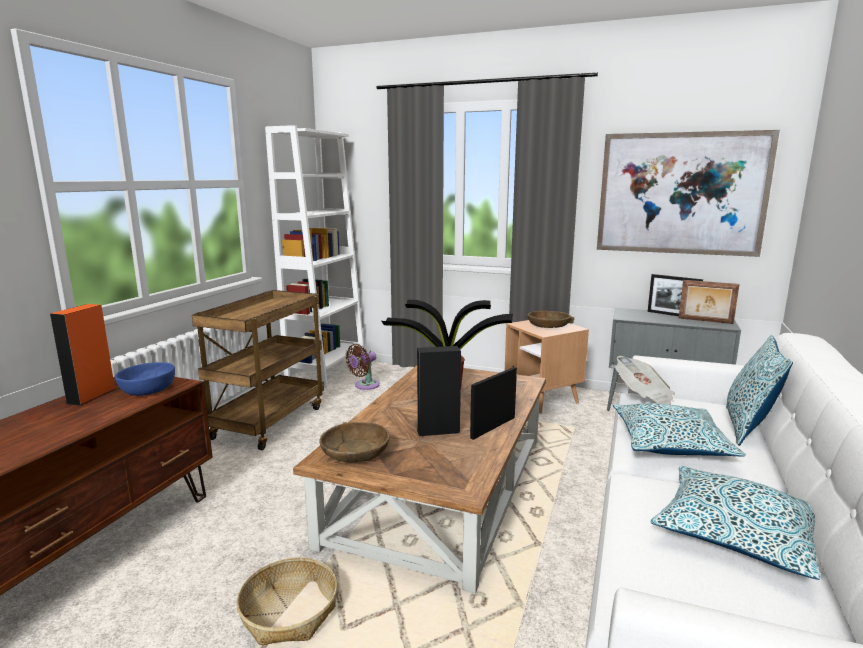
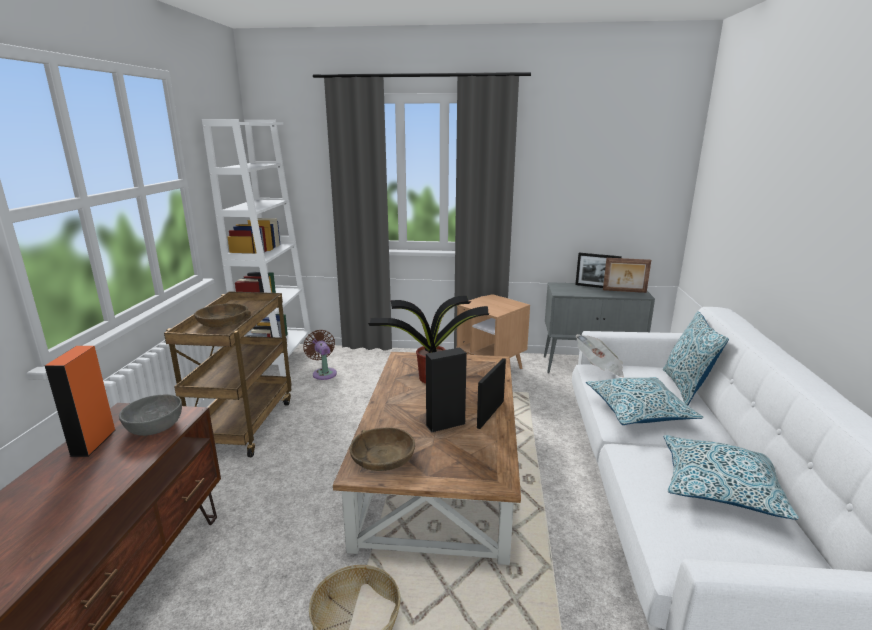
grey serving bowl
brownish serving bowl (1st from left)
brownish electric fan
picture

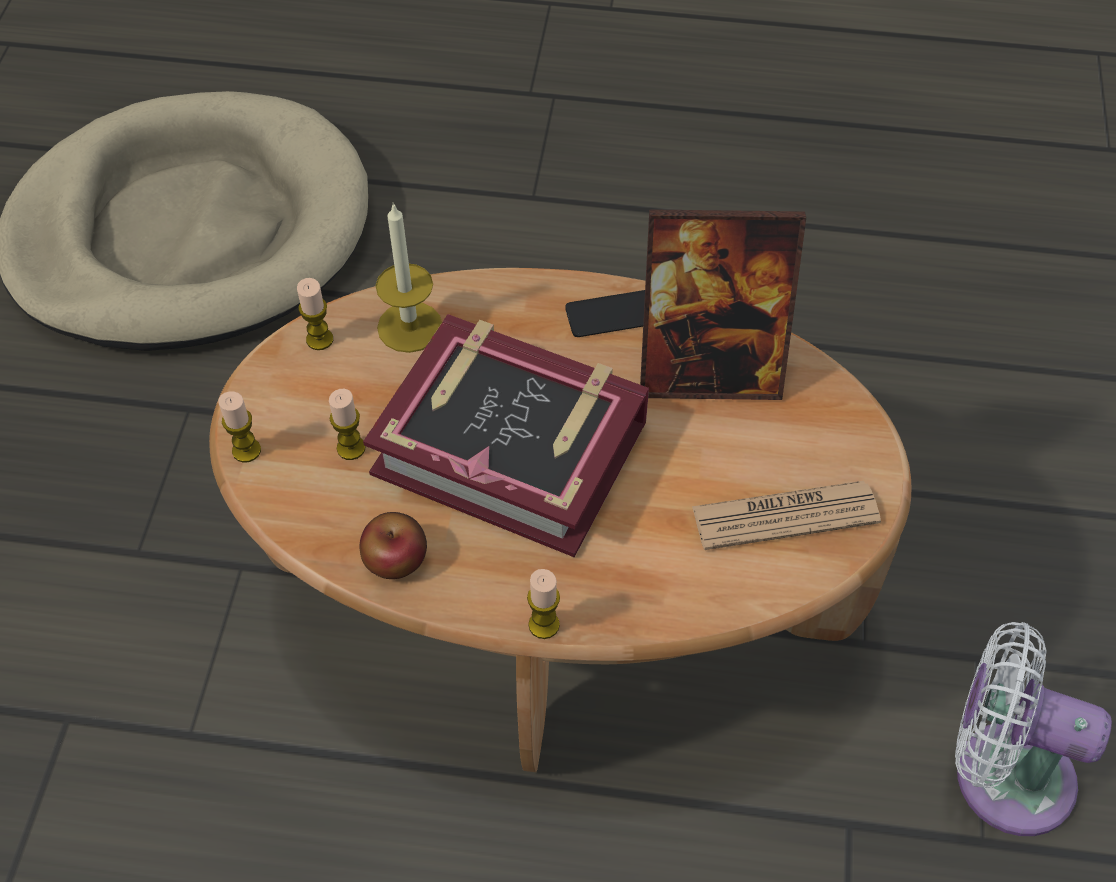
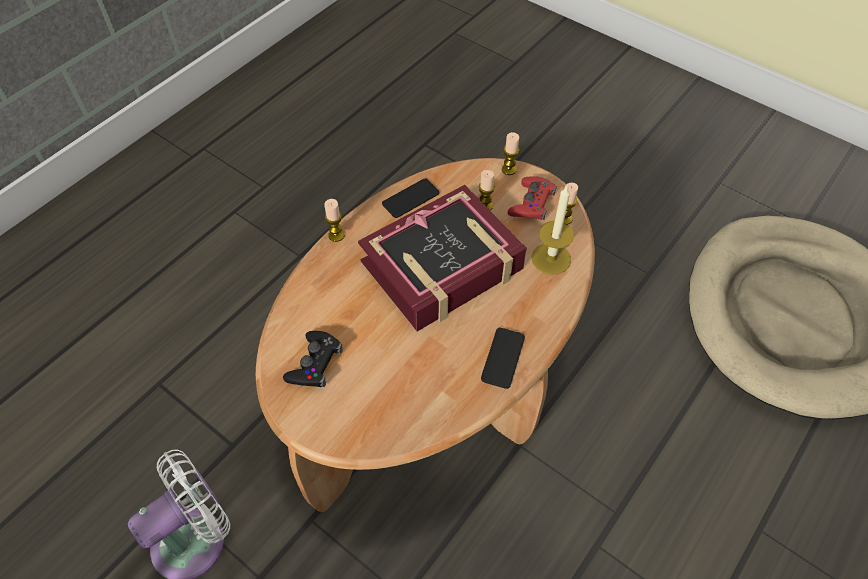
blackish gamepad
phone (1st from left)
reddish gamepad
photo frame

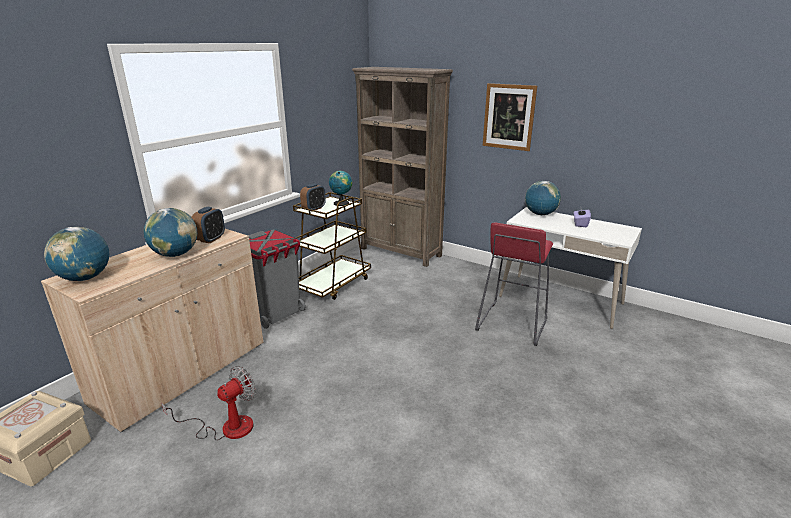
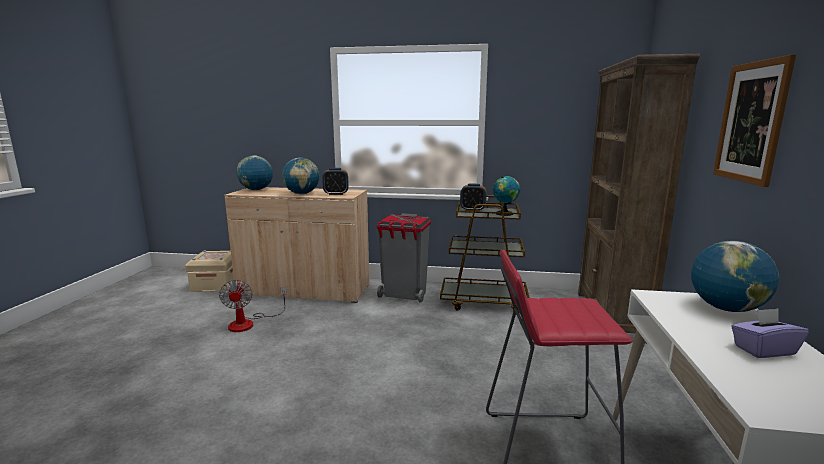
electric fan

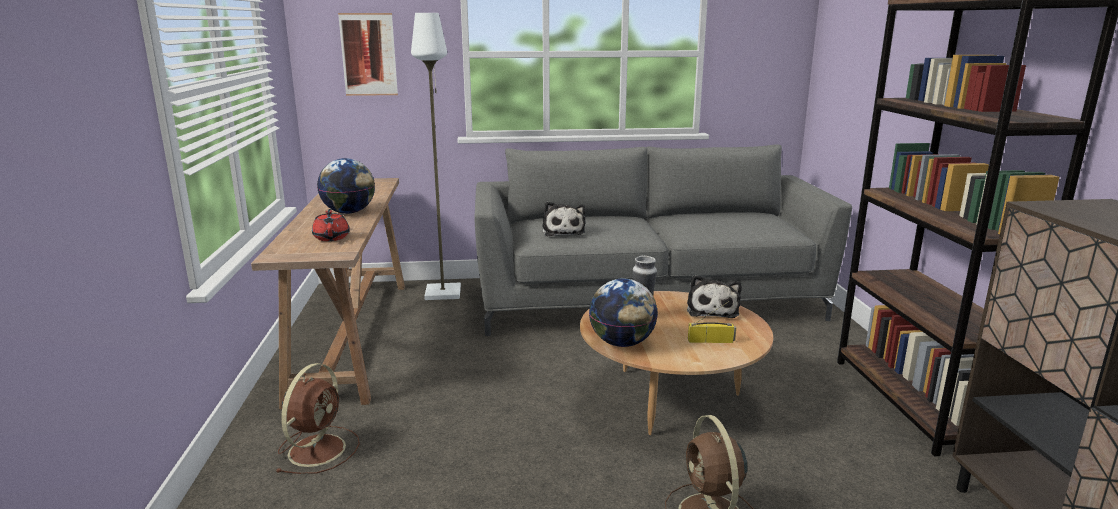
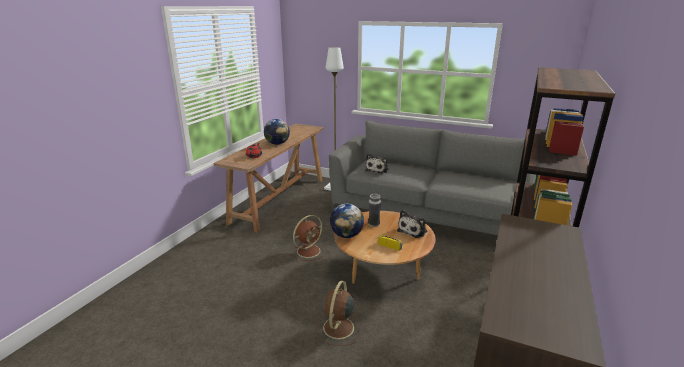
brownish electric fan (1st from left)
picture

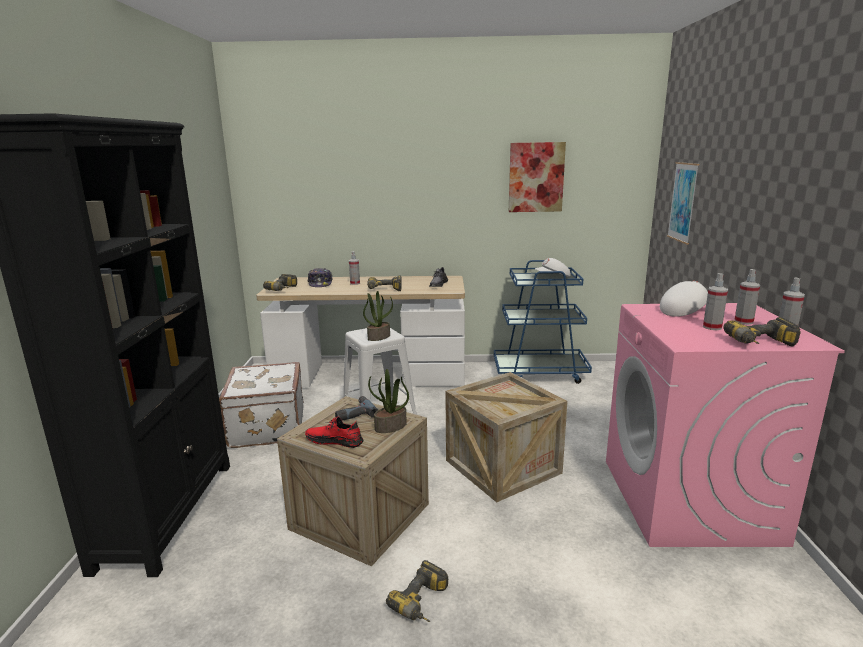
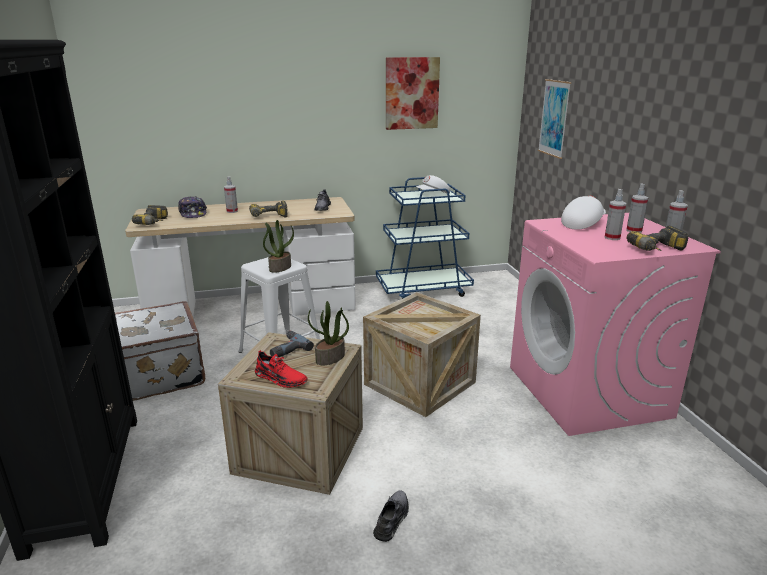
reddish low shoe
grey low shoe (2nd from left)

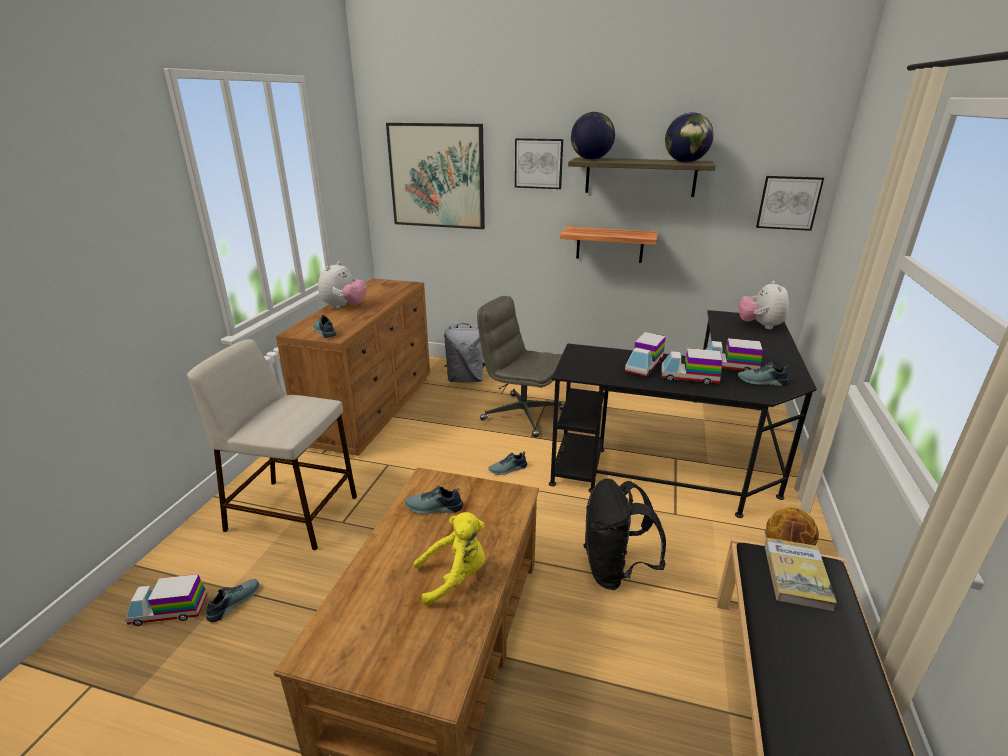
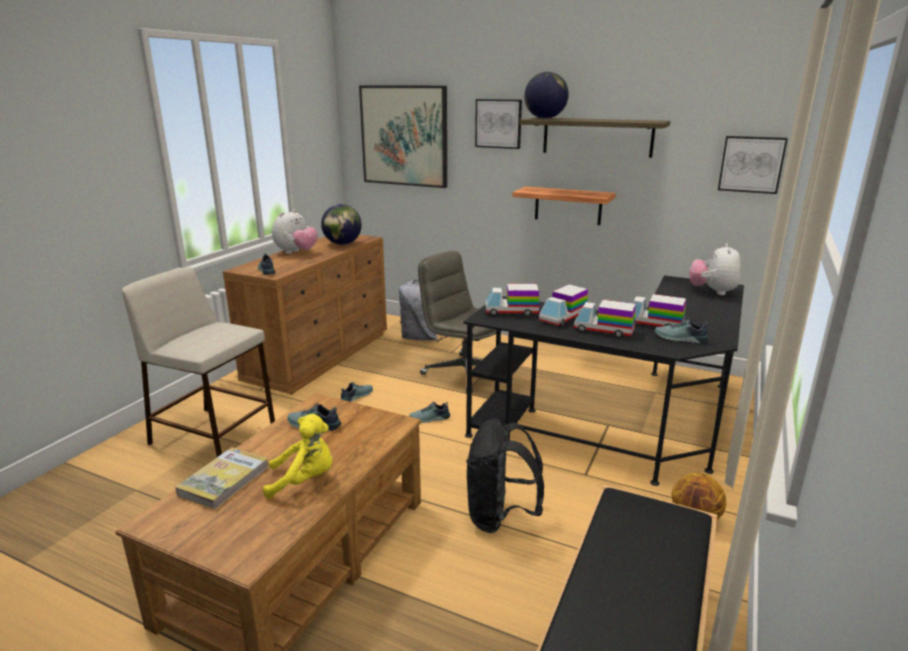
bound book
world globe (1st from left)
low shoe (3rd from left)
toy truck (1st from left)

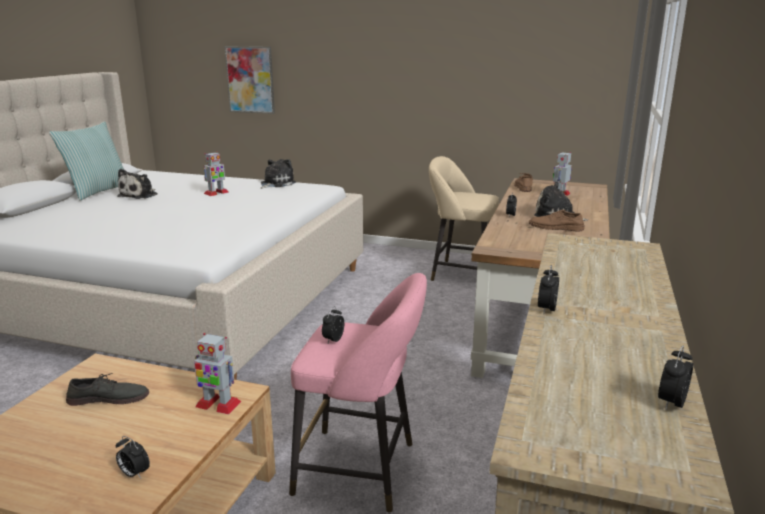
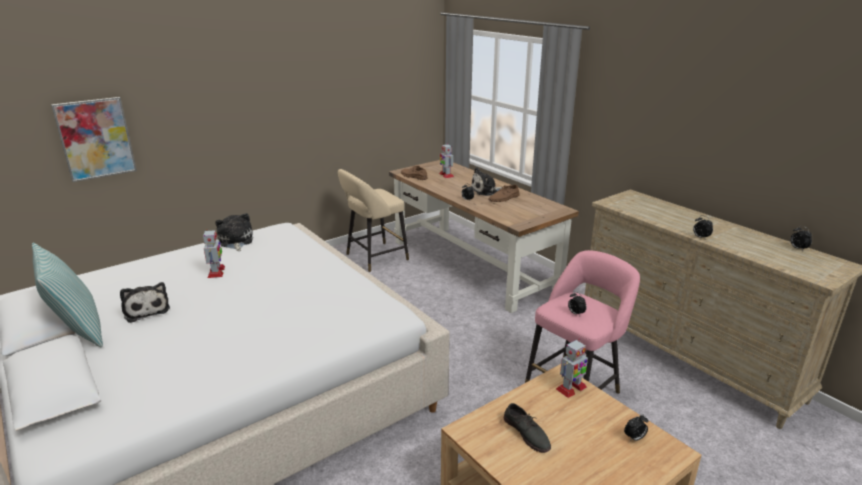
grey low shoe

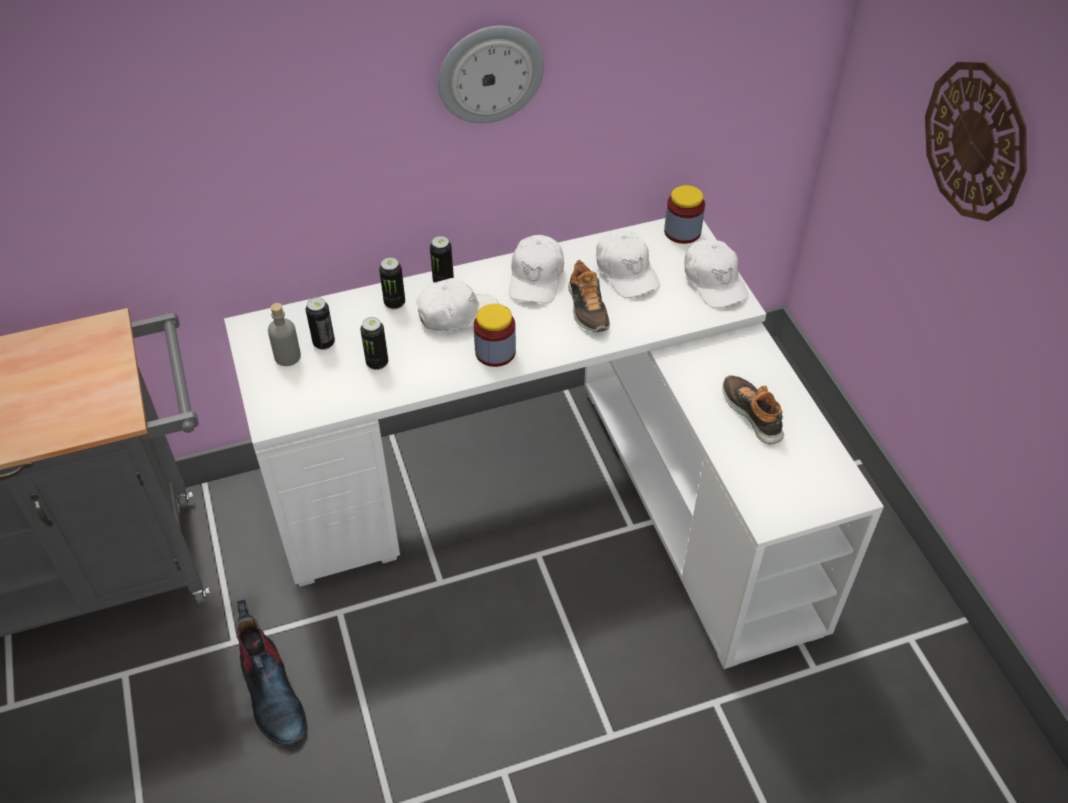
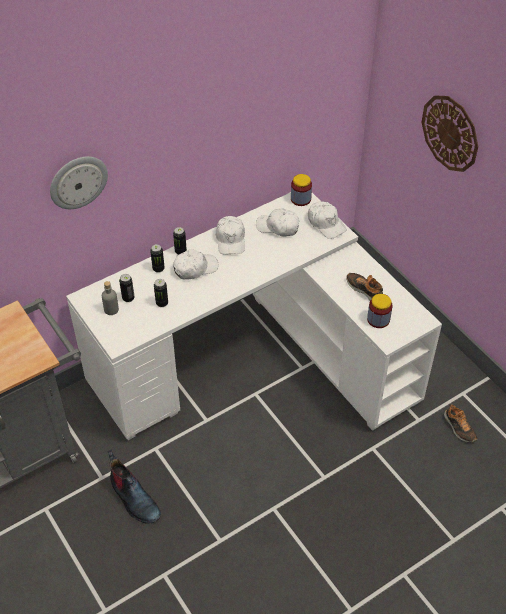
hanging clock (1st from left)
whitish cap (3rd from left)
jar (2nd from left)
low shoe (2nd from left)

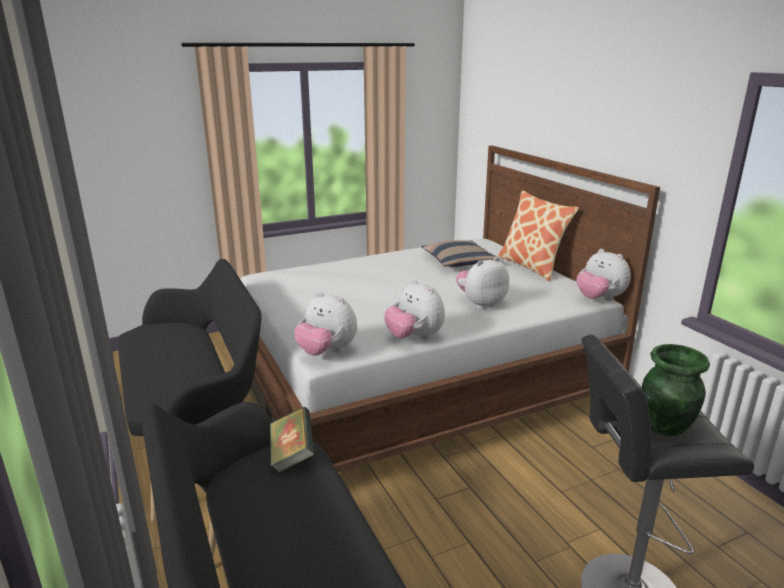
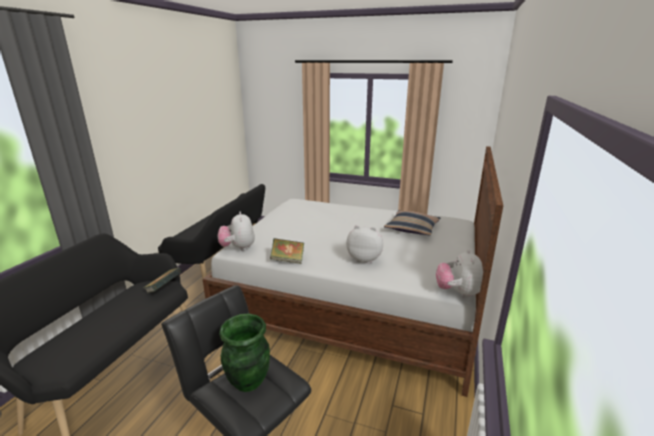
bound book (2nd from left)
cushion (2nd from left in the first image)

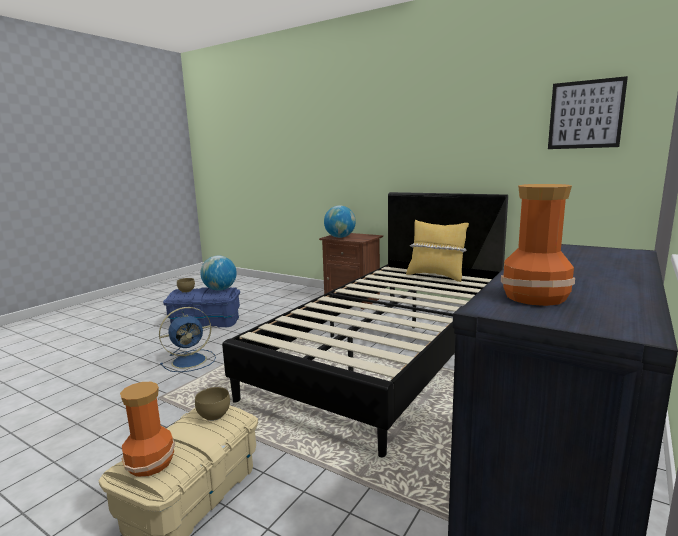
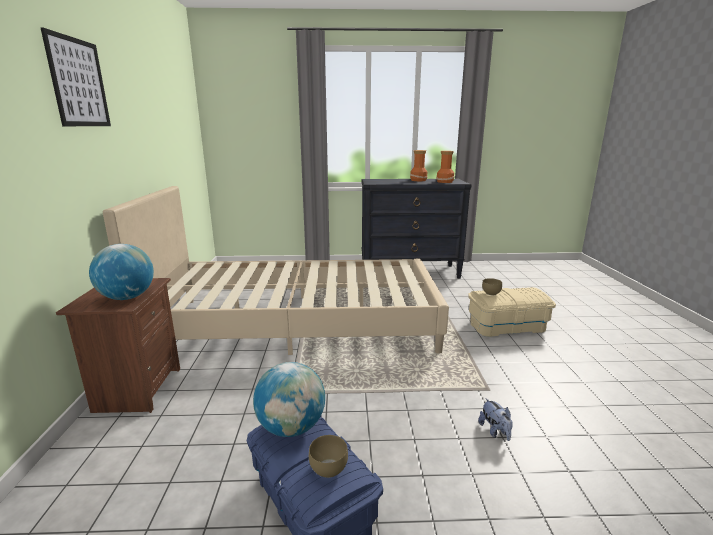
picture
beige sleeping bed
flower vase (1st from left)
cuddly toy
blue electric fan
yellowish cushion

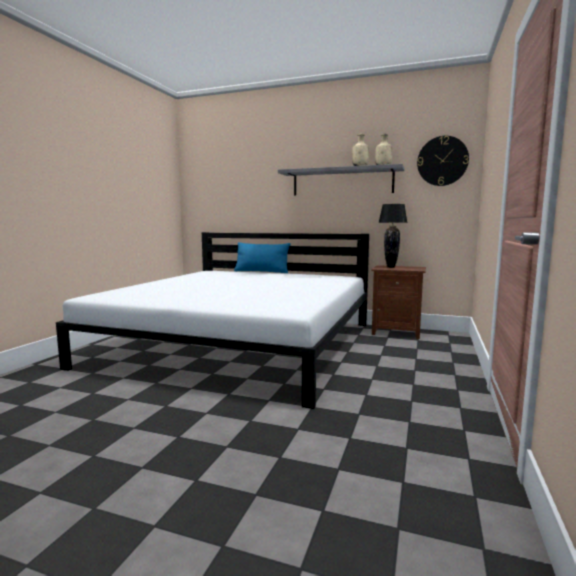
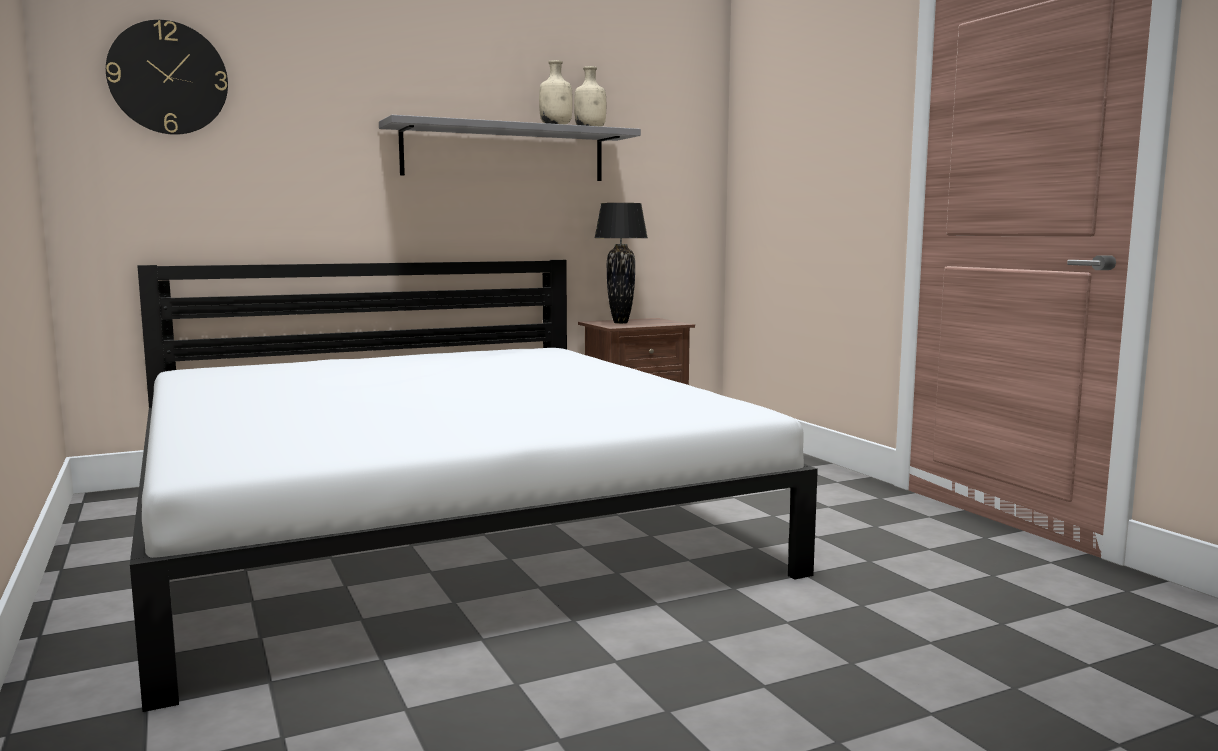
hanging clock
blue cushion

